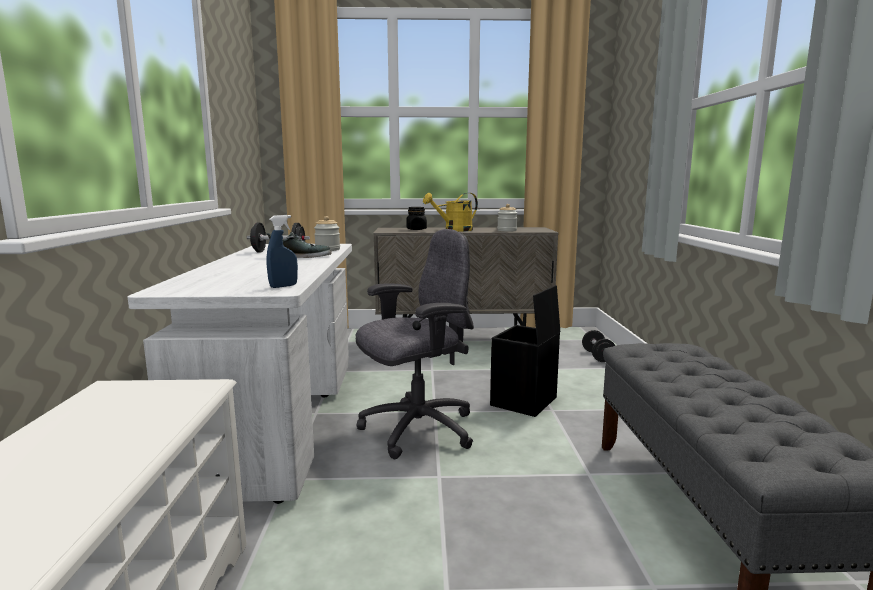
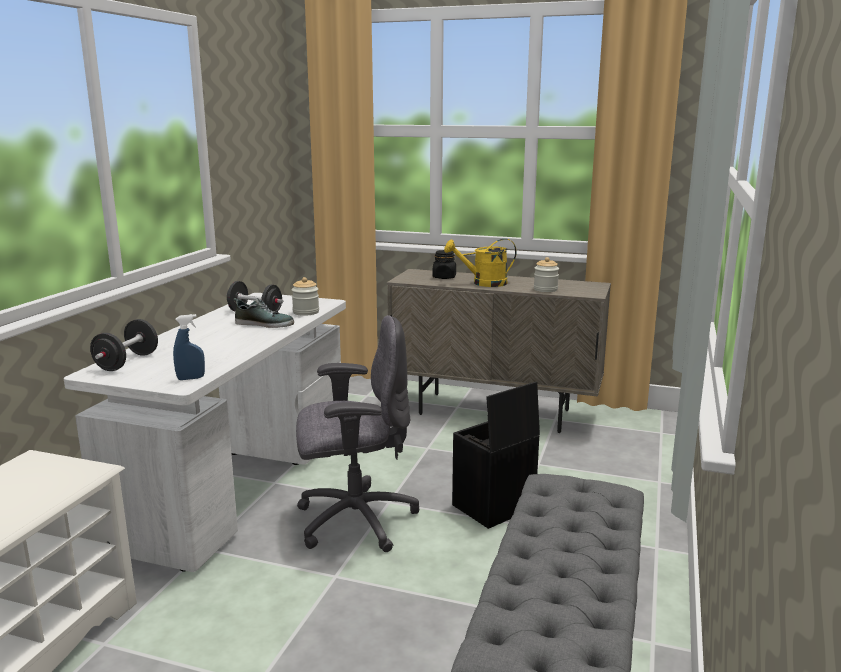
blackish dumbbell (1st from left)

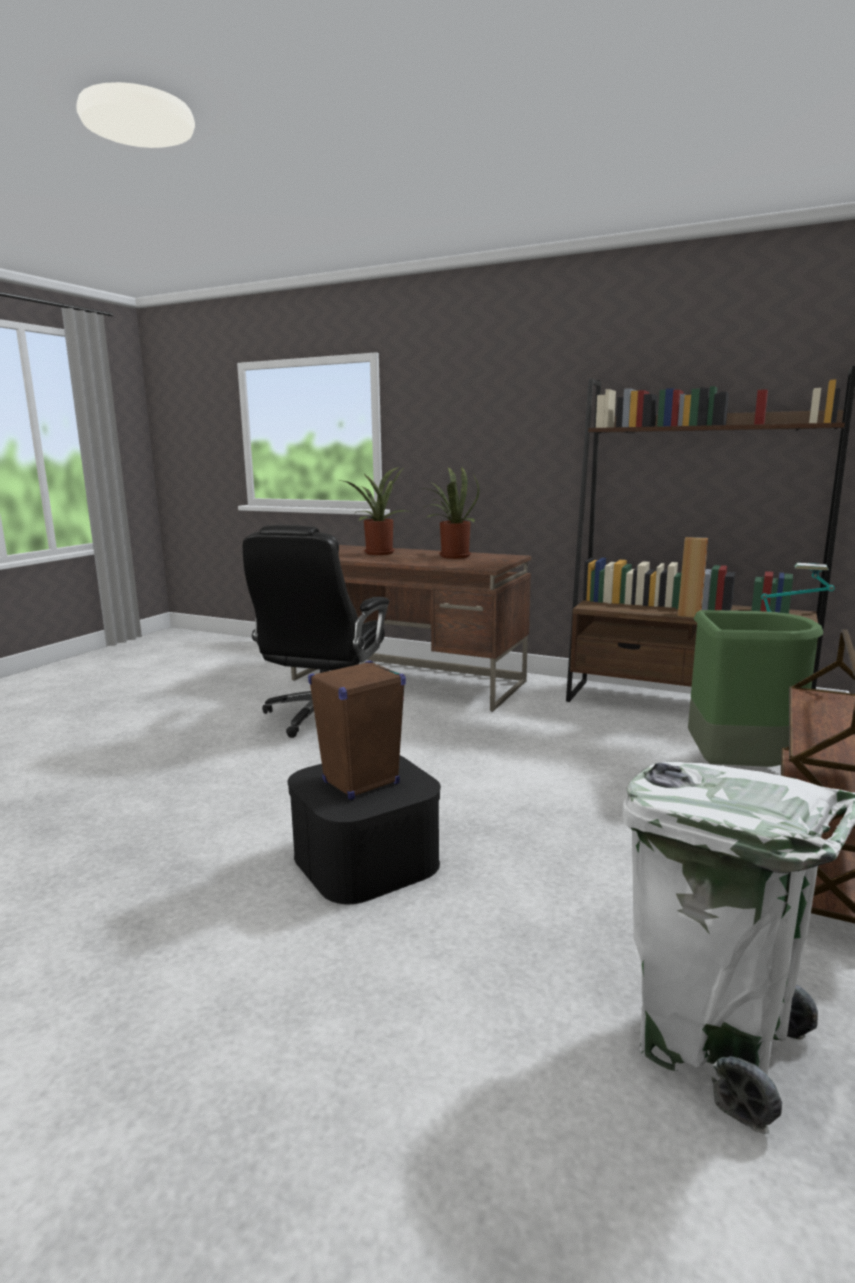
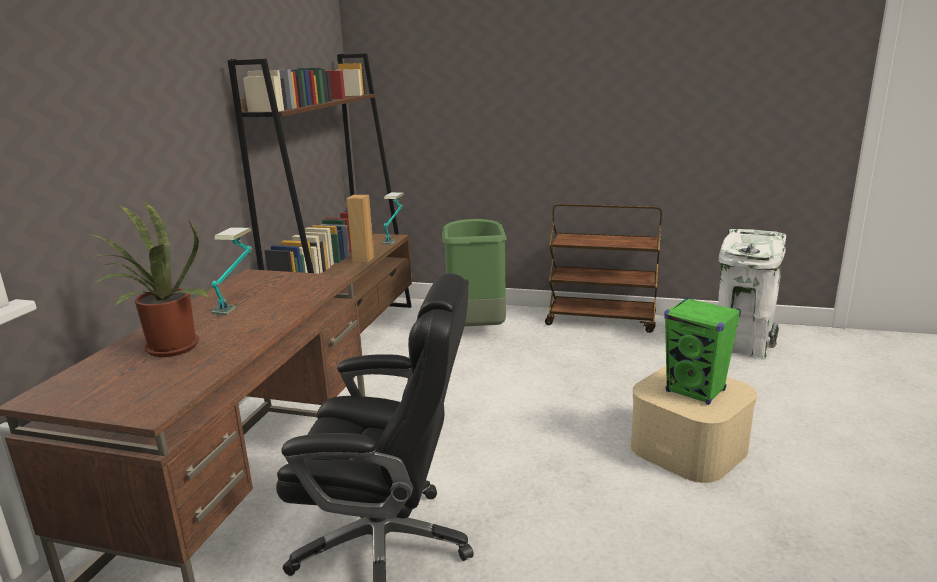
tabletop lamp (1st from left)
beige storage container
greenish loudspeaker

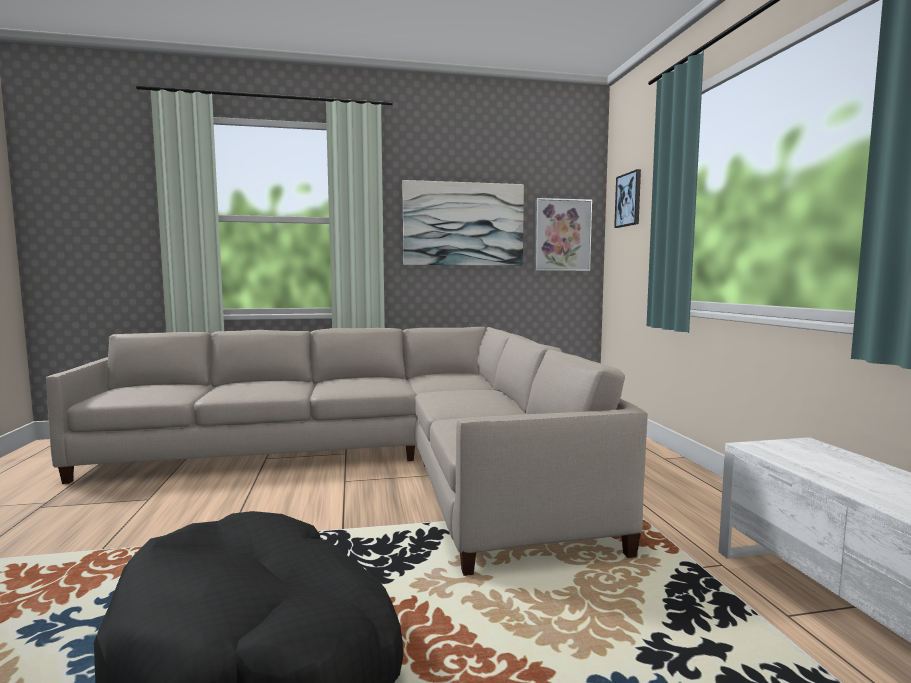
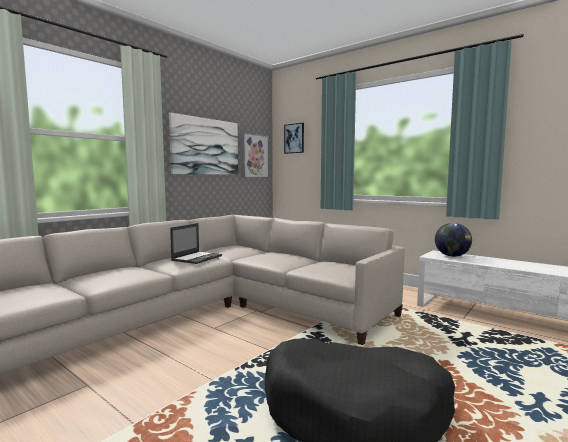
portable computer
world globe

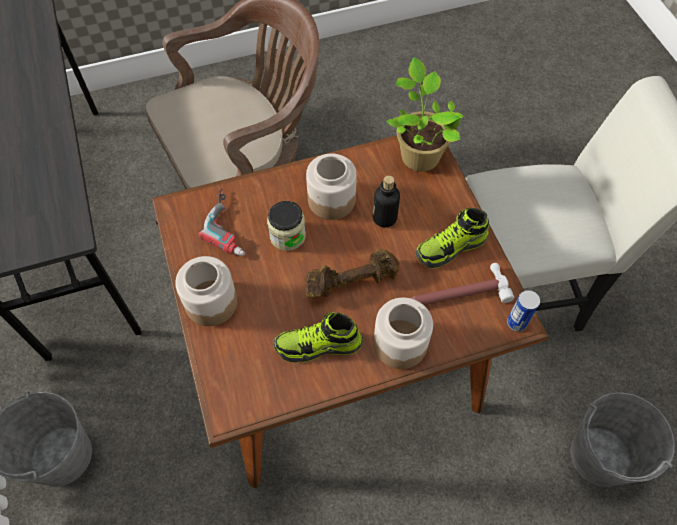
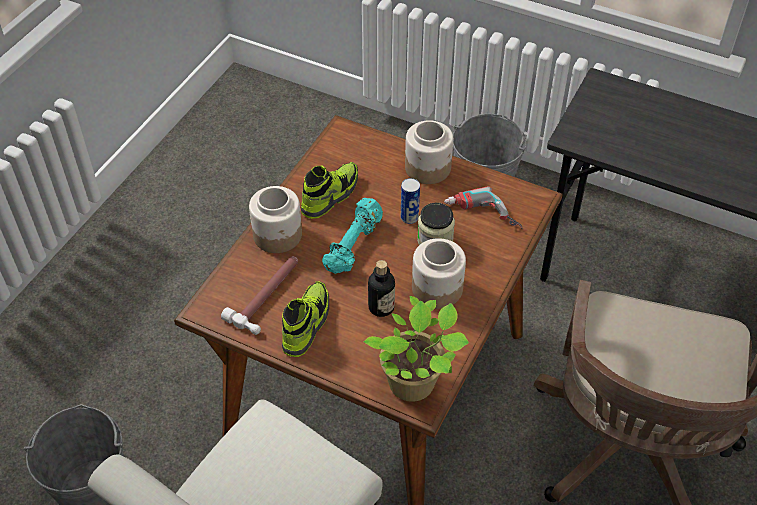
turquoise-coloured dumbbell
metal can

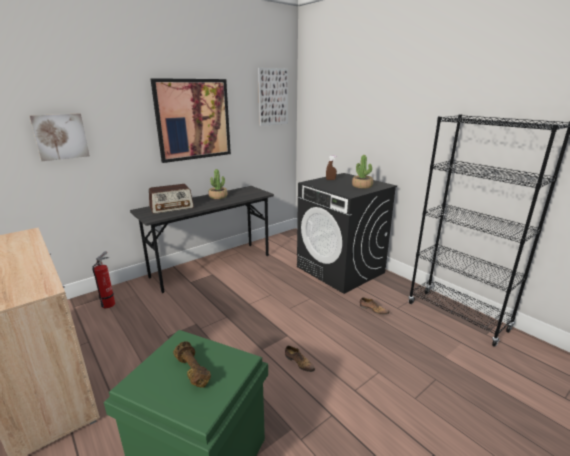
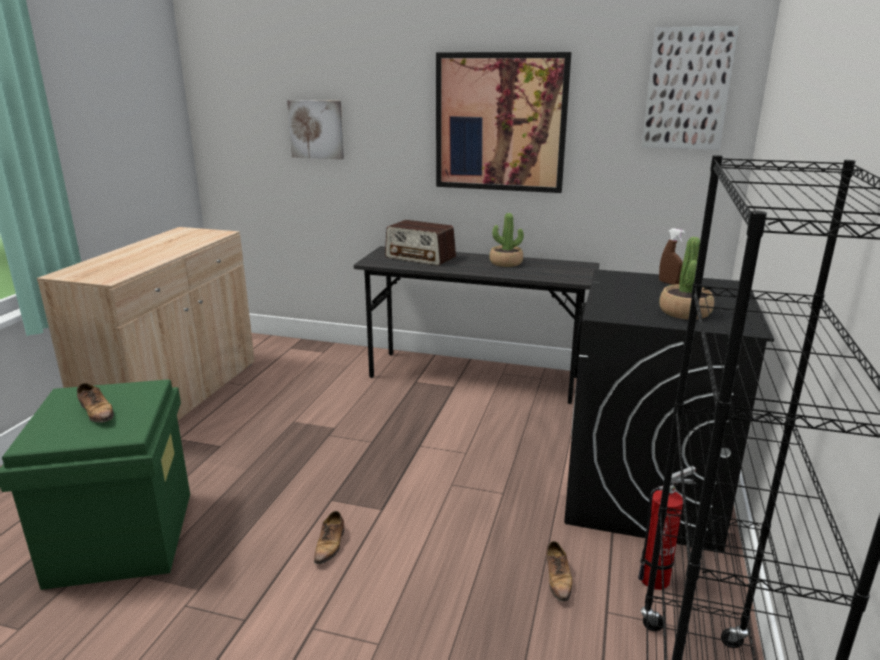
low shoe (1st from left)
extinguisher

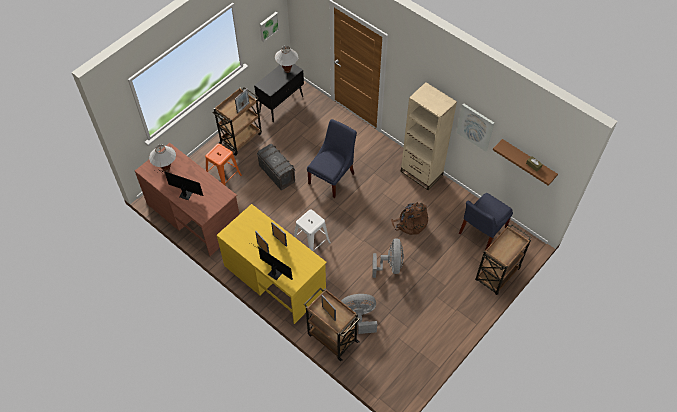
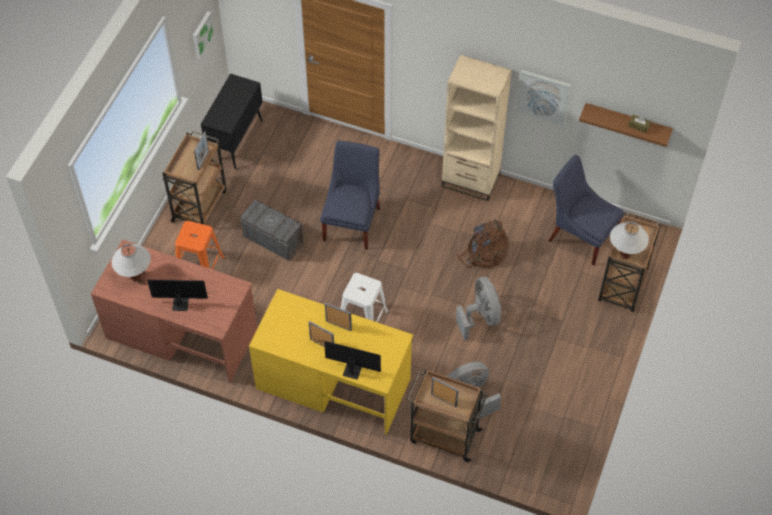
blue chair (2nd from left)
whitish tabletop lamp (2nd from left)

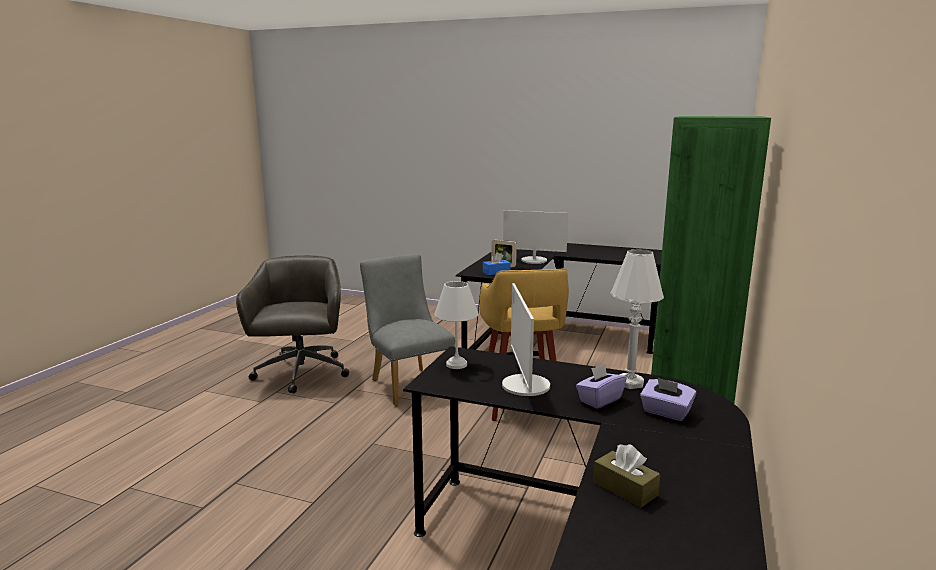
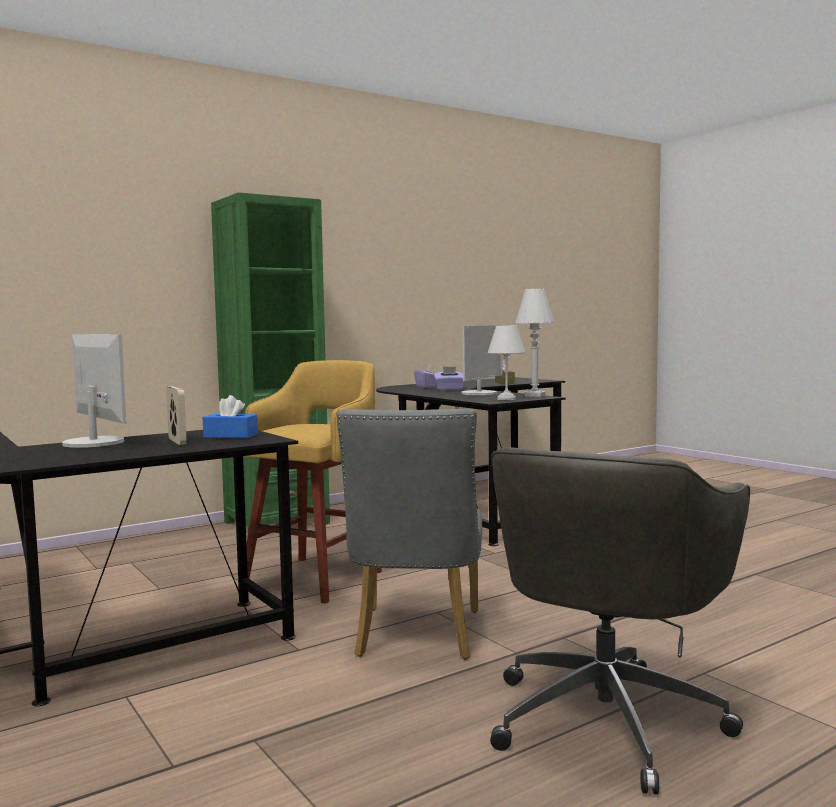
whitish tabletop lamp (2nd from left)

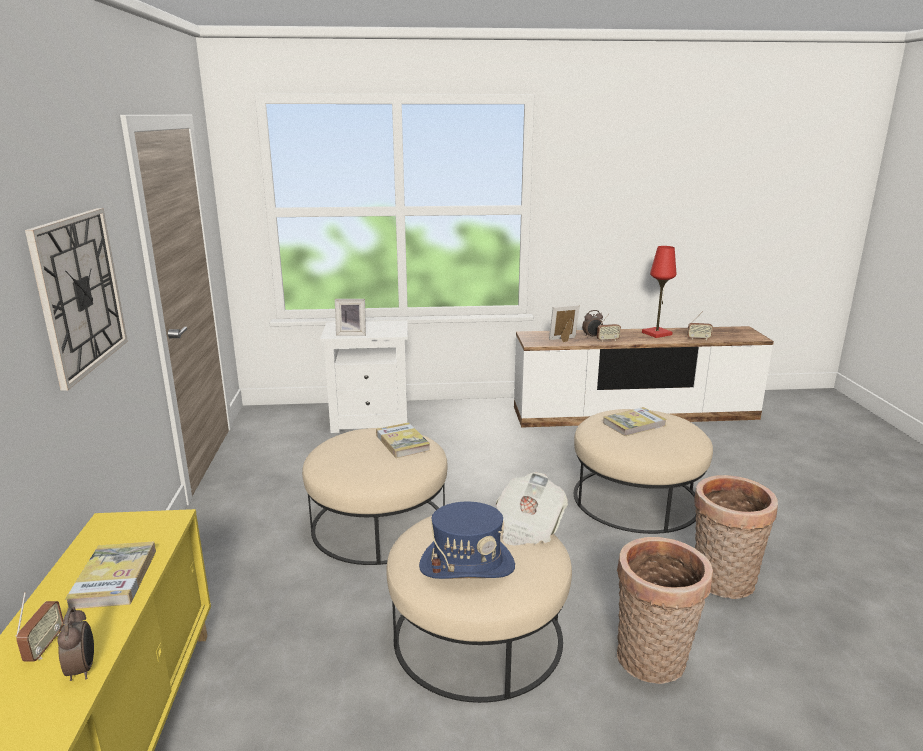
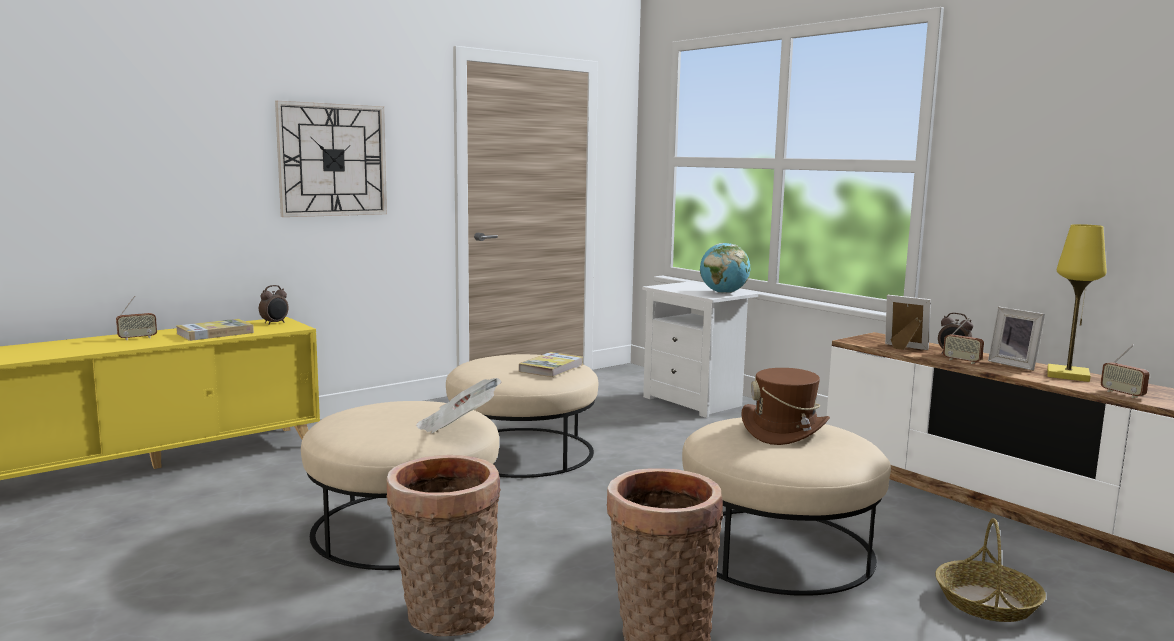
bedside clock (1st from left)
world globe
brownish hat
storage basket (3rd from left)
photo frame (2nd from left)
yellowish tabletop lamp
blue hat

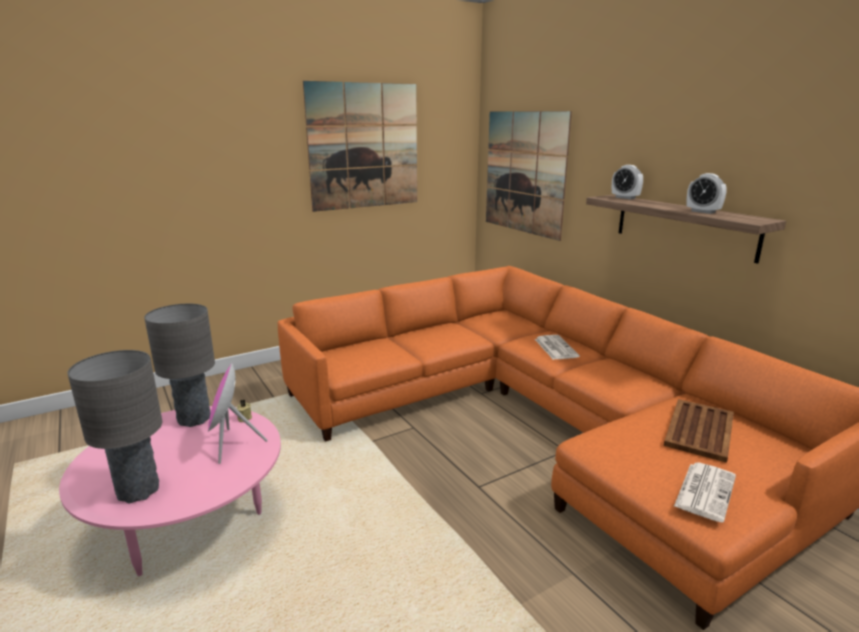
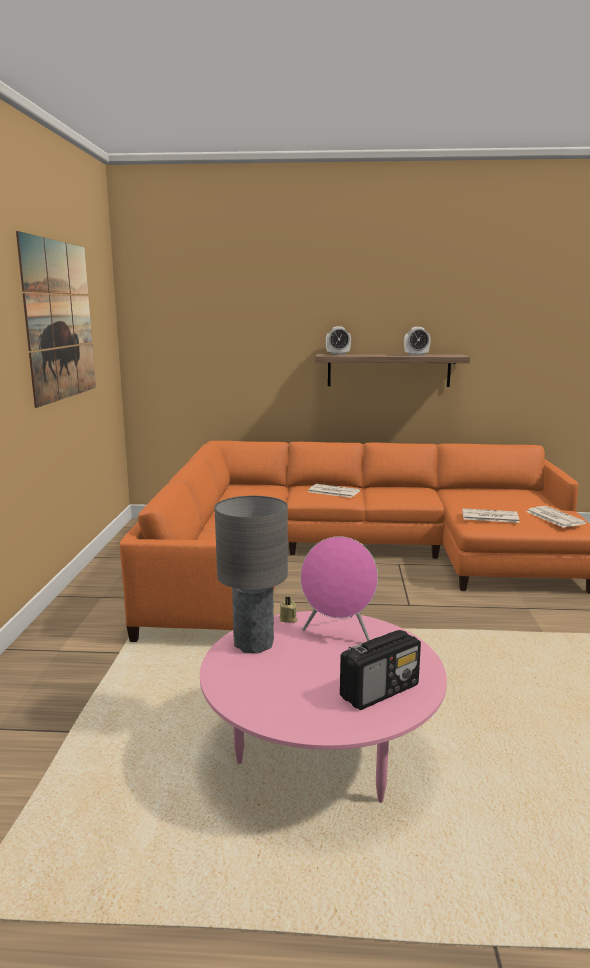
radio receiver
newspaper (2nd from left)
picture (2nd from left in the first image)
brownish tray

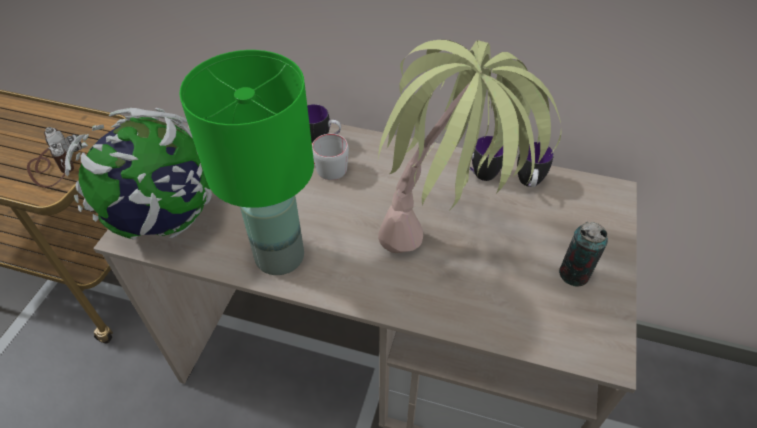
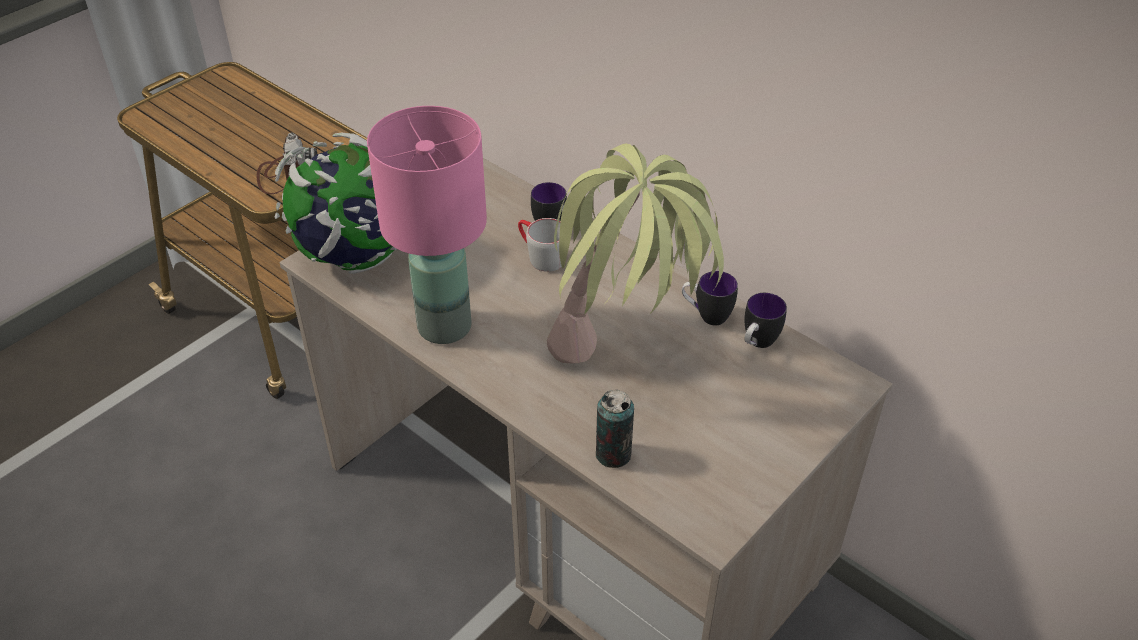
pink tabletop lamp
metal can

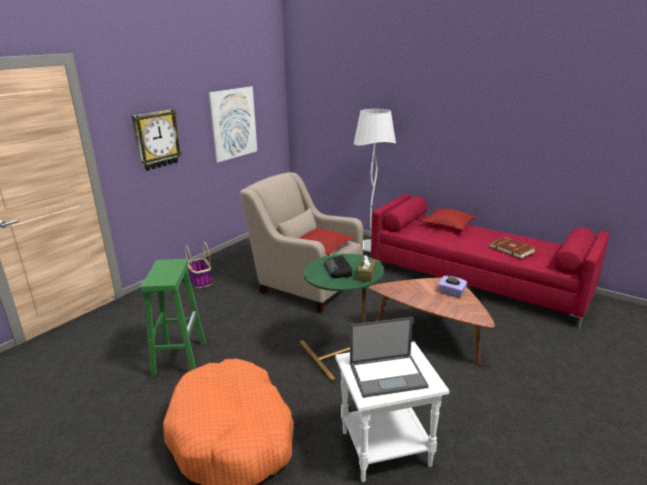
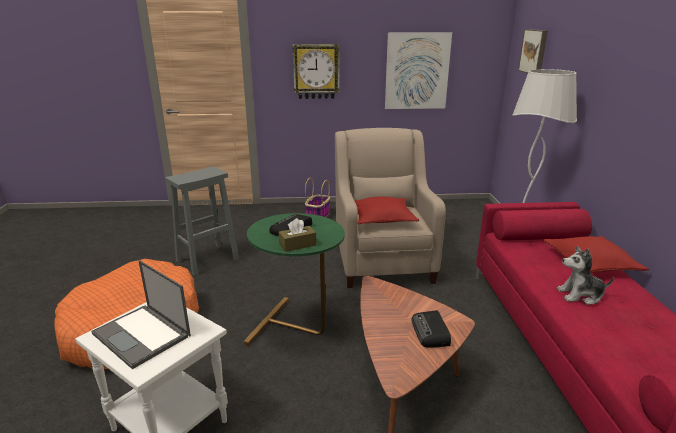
grey stool
radio receiver (2nd from left)
picture (2nd from left)
cuddly toy
brownish bound book

